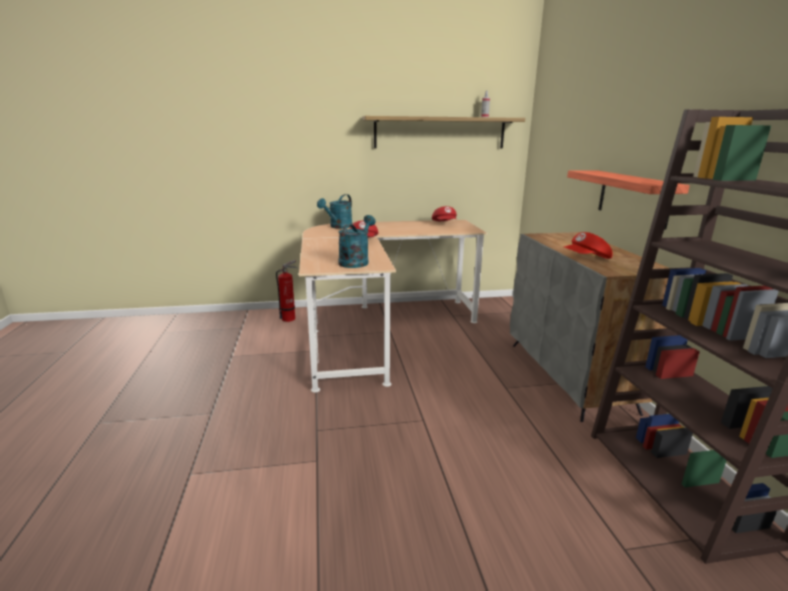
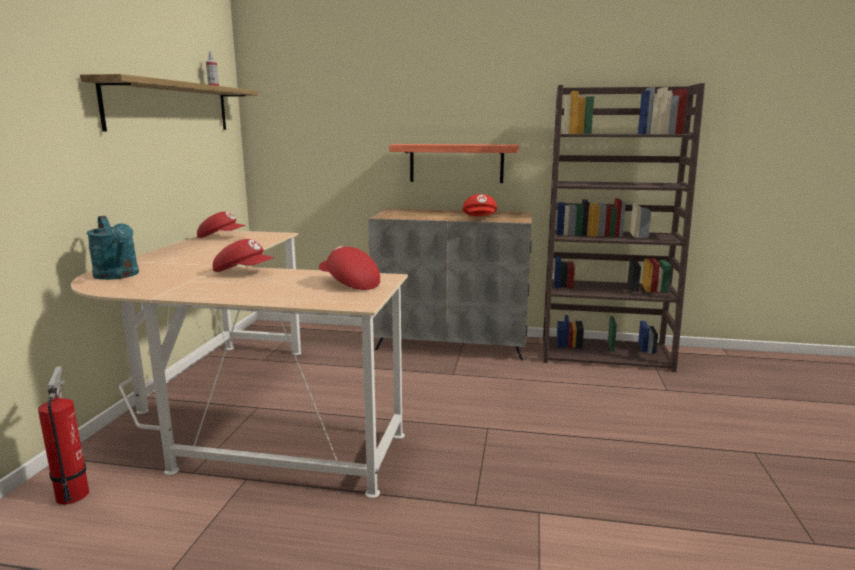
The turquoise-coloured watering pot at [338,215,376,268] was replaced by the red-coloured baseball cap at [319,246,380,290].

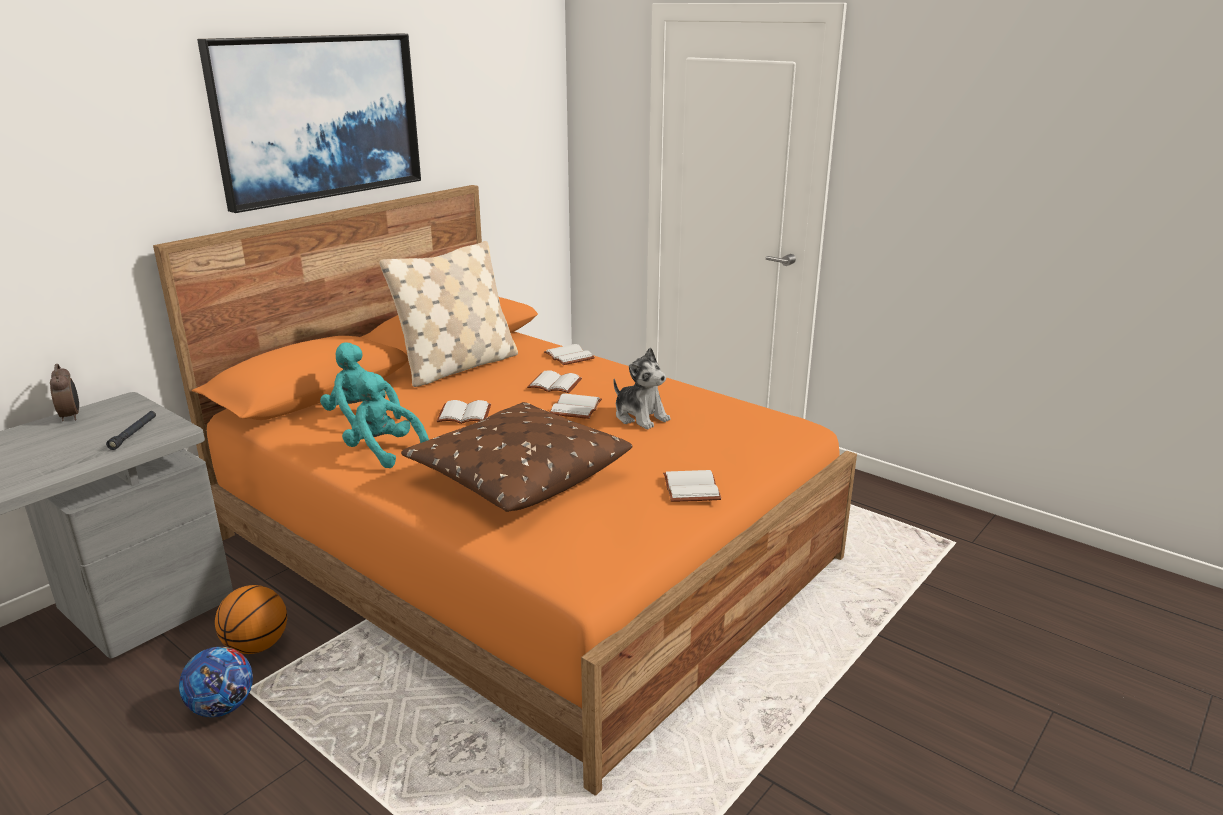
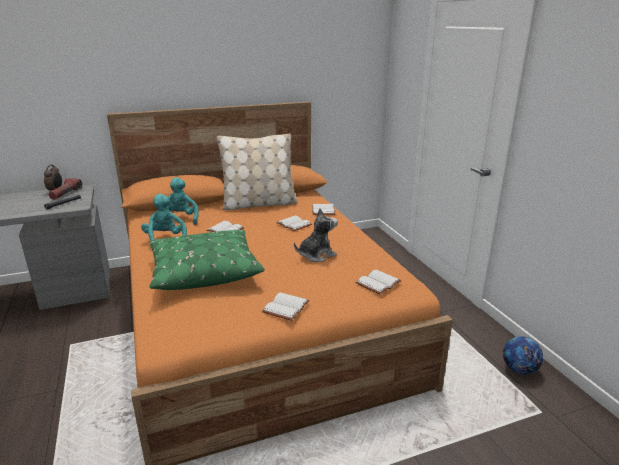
The flashlight at [48,178,83,200] appeared.
The brown throw pillow at [401,402,632,512] became the green throw pillow at [149,229,265,290].
The soft toy at [613,348,671,430] turned 105 degrees counterclockwise.
The white volume moved from [550,393,602,419] to [355,270,401,294].
The ball for football moved from [179,647,253,717] to [503,336,543,374].
The wall picture at [197,34,421,213] disappeared.
The basketball at [215,585,287,654] disappeared.

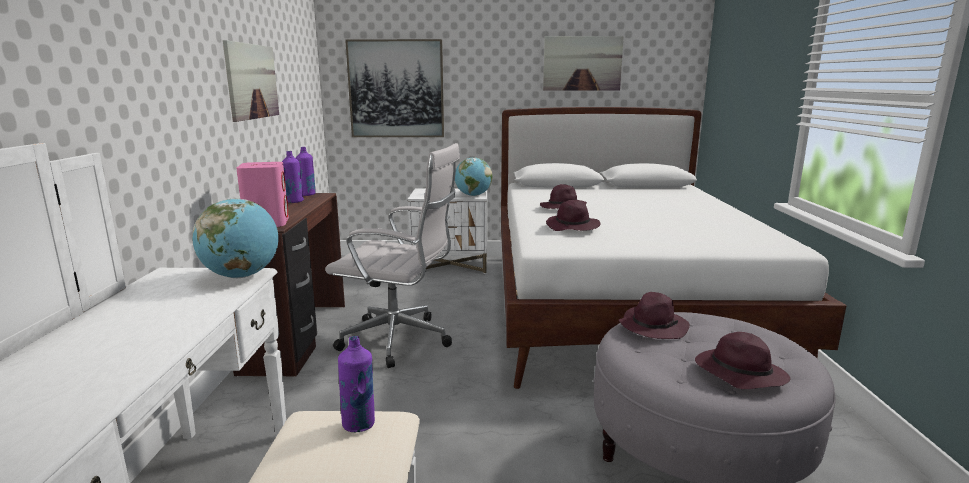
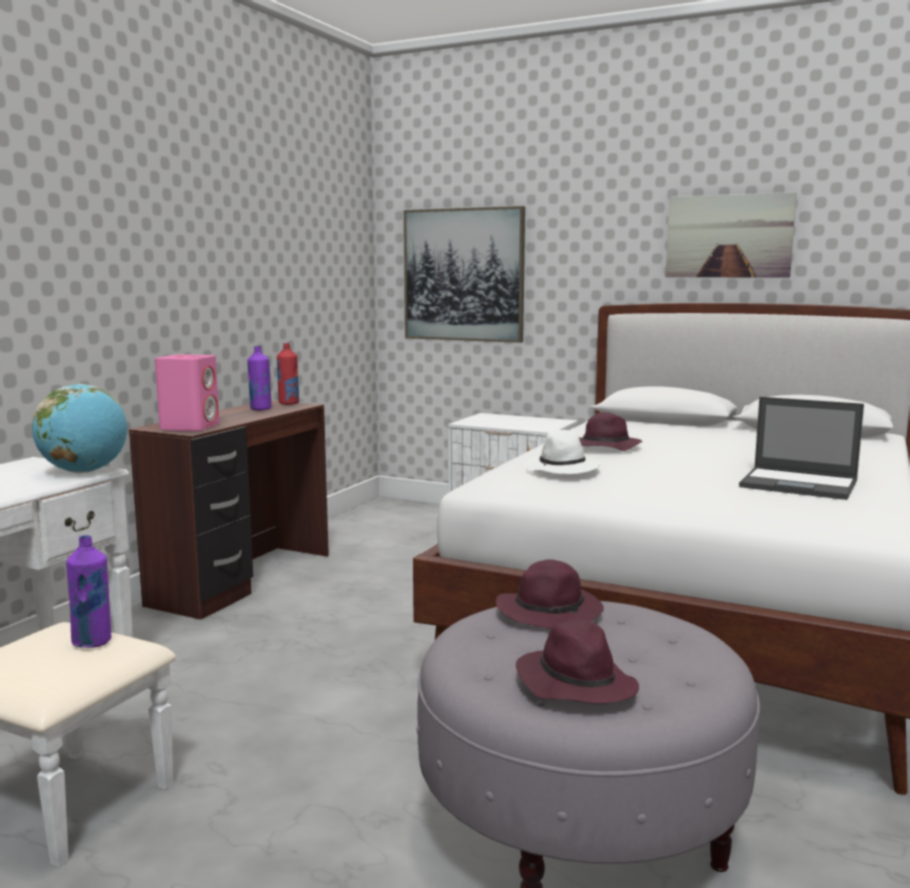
The purple beverage bottle at [296,147,316,196] became the red-coloured beverage bottle at [277,343,299,405].
The purple wearable hat at [546,200,601,231] became the white wearable hat at [526,430,602,474].
The portable computer at [739,397,864,500] appeared.
The wall picture at [223,40,279,122] disappeared.
The white office chair at [325,143,460,368] disappeared.
The world globe at [455,158,493,196] disappeared.

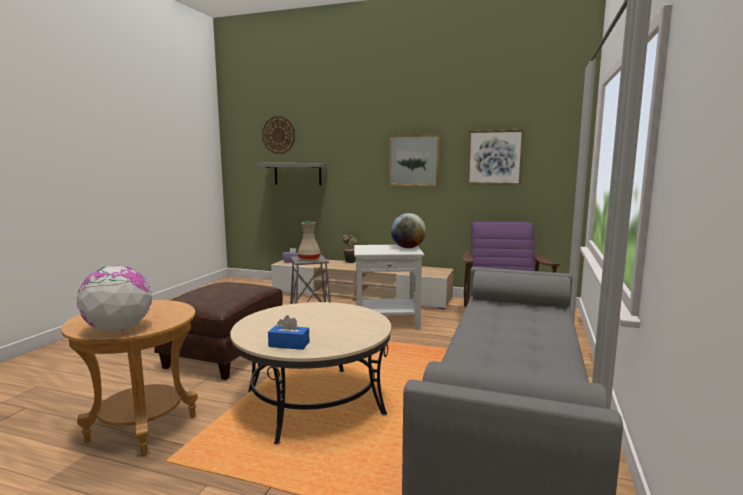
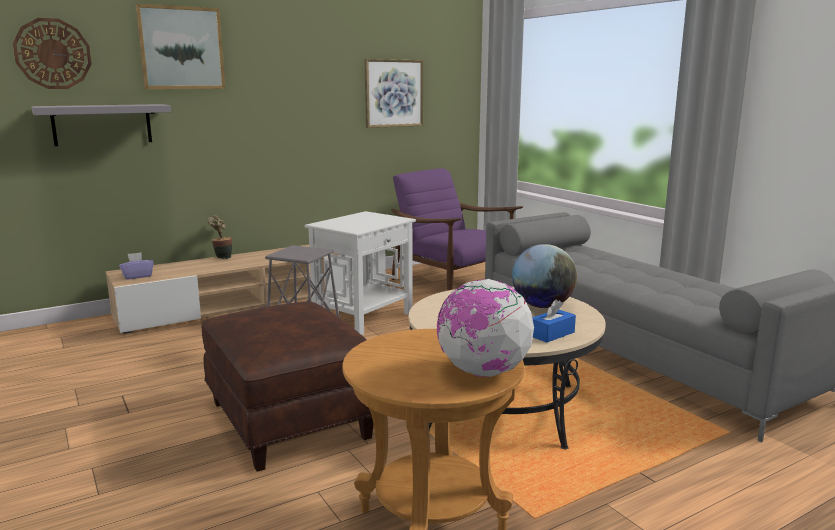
The wall picture moved from [389,134,440,187] to [135,4,225,89].
The world globe moved from [391,213,426,248] to [512,244,577,308].
The beige-coloured decorative vase at [298,222,321,261] disappeared.

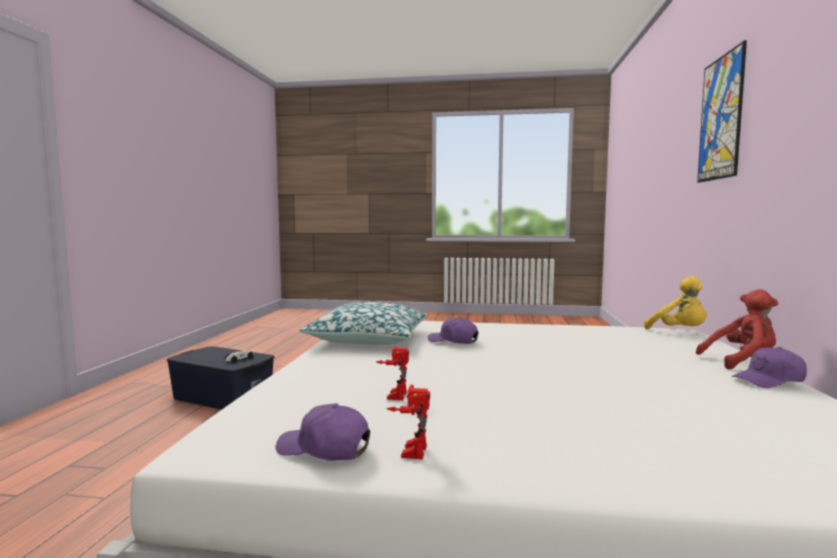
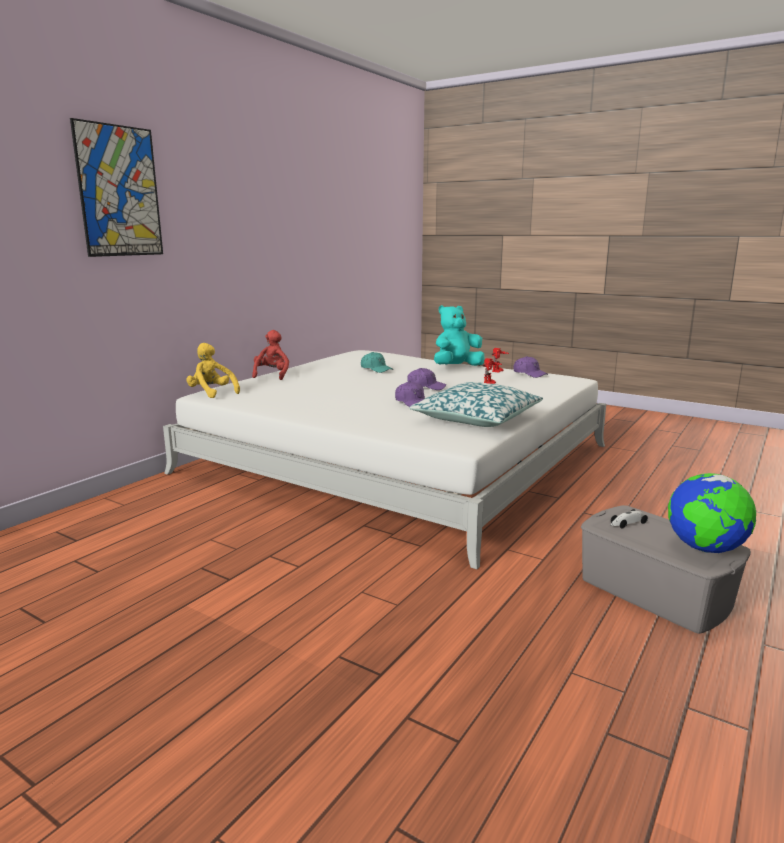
The yellow soft toy at [644,276,707,330] turned 45 degrees counterclockwise.
The red-coloured soft toy at [696,289,779,369] turned 75 degrees clockwise.
The turquoise-coloured baseball cap at [361,352,393,373] appeared.
The purple baseball cap moved from [731,347,807,388] to [407,368,446,390].
The turquoise-coloured soft toy at [434,305,484,366] appeared.
The bluish storage container at [166,346,275,410] became the gray storage container at [581,505,751,634].
The world globe at [668,473,756,553] appeared.

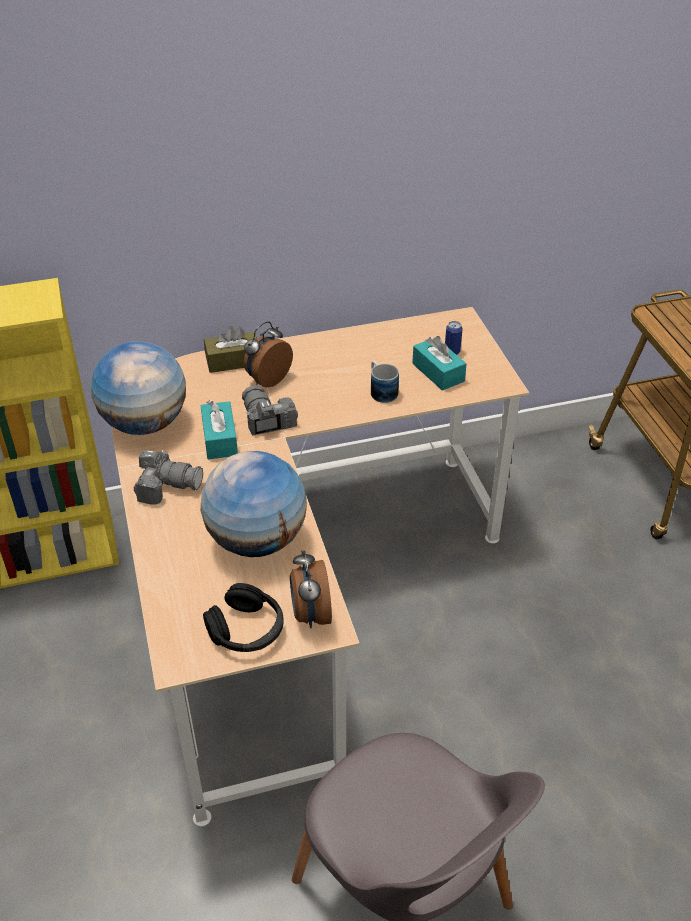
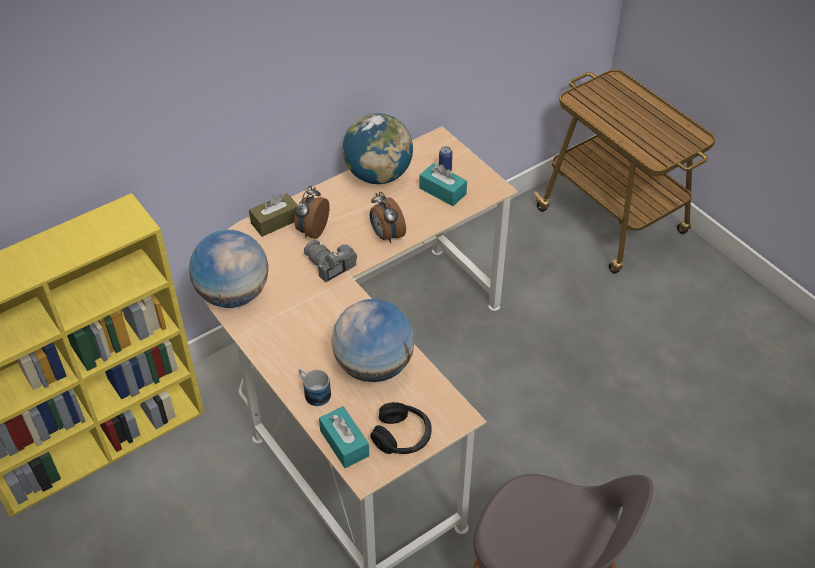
The mug moved from [371,361,399,403] to [299,368,331,406].
The turquoise-coloured tissue holder moved from [200,400,238,459] to [319,406,369,468].
The world globe at [343,113,413,184] appeared.
The table clock moved from [290,550,332,628] to [370,192,406,243].
The still camera at [134,450,203,504] disappeared.

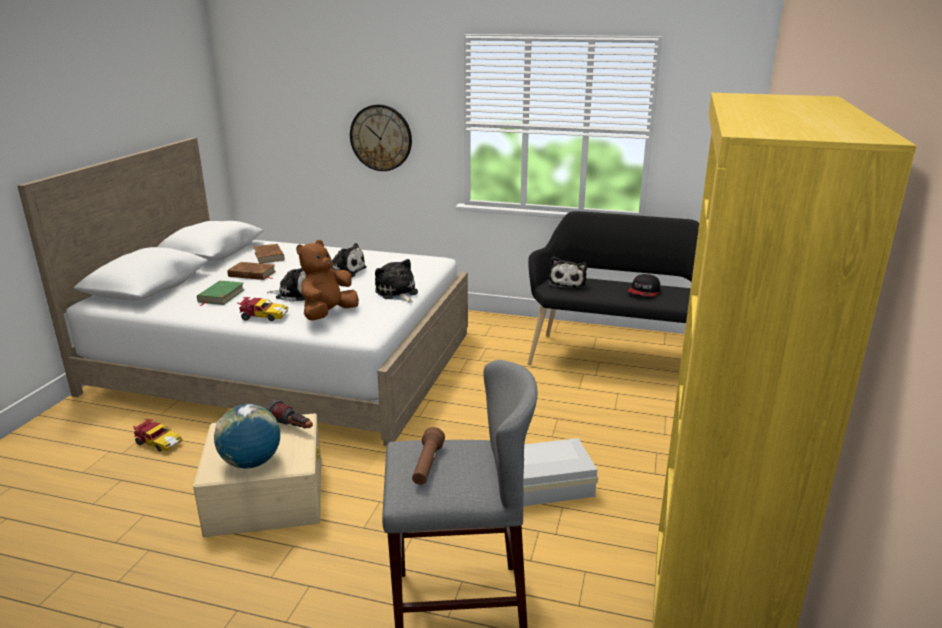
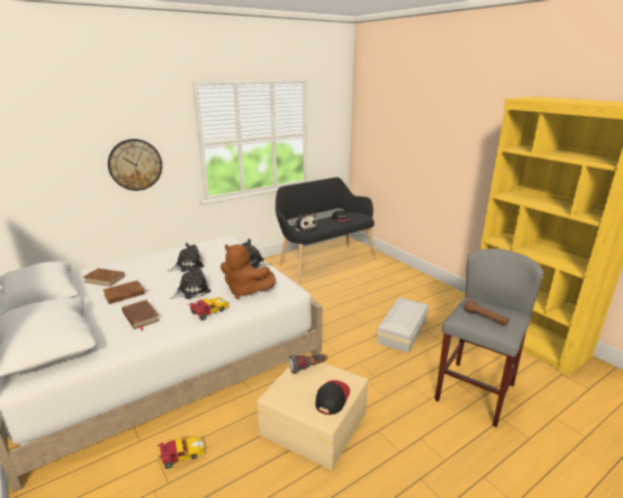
The green volume at [197,280,245,306] became the brown volume at [122,300,159,331].
The brown soft toy at [296,240,359,321] turned 45 degrees counterclockwise.
The world globe at [214,404,280,468] was replaced by the baseball cap at [315,380,350,415].

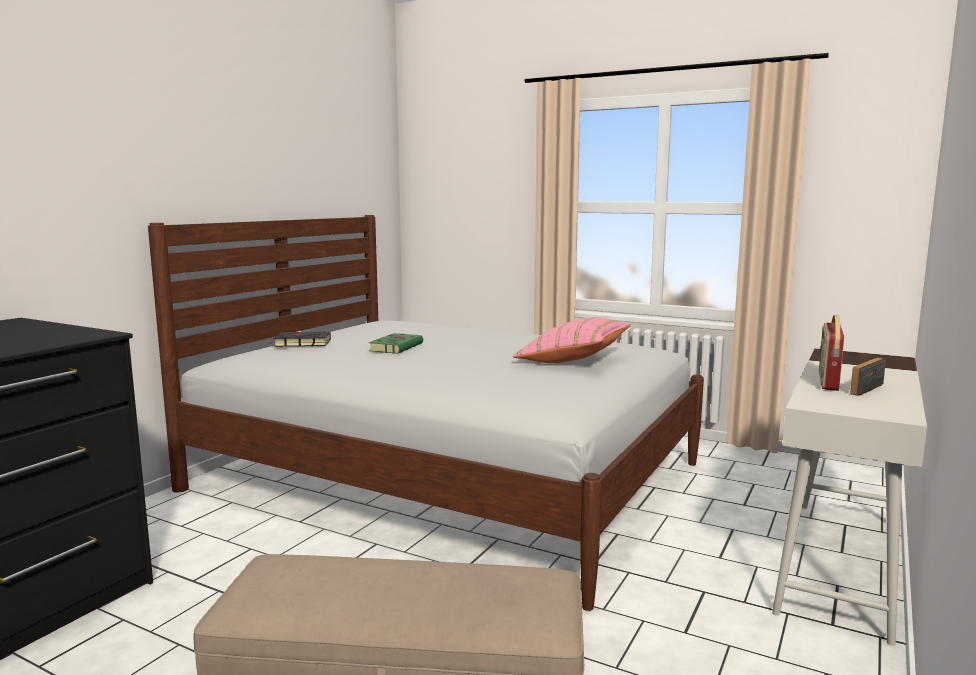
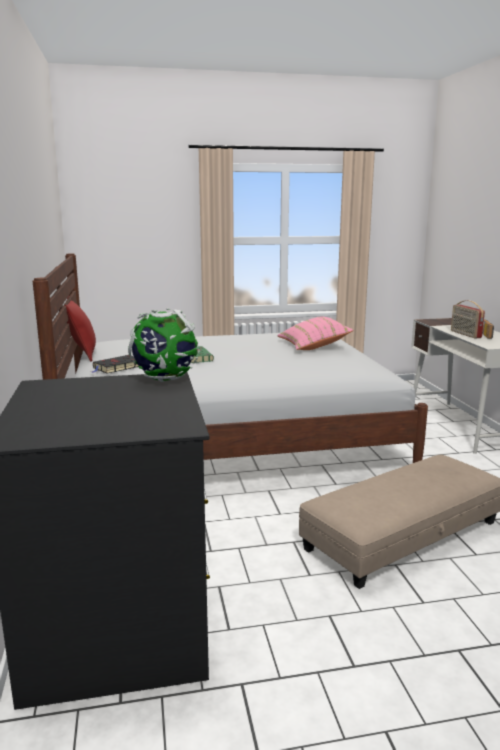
The red-coloured throw pillow at [65,296,96,362] appeared.
The world globe at [128,308,200,382] appeared.

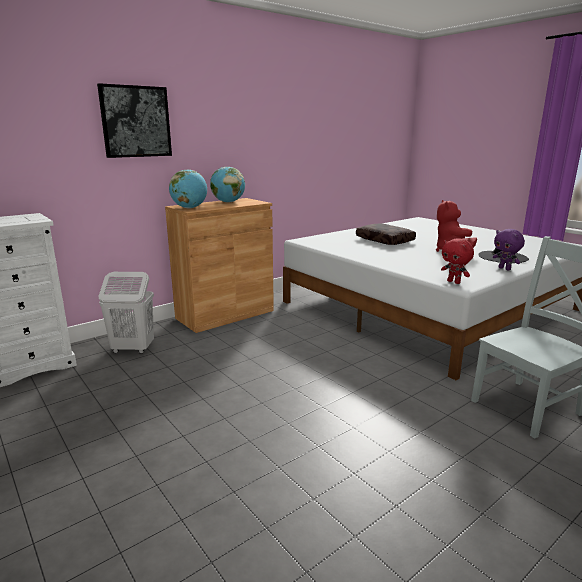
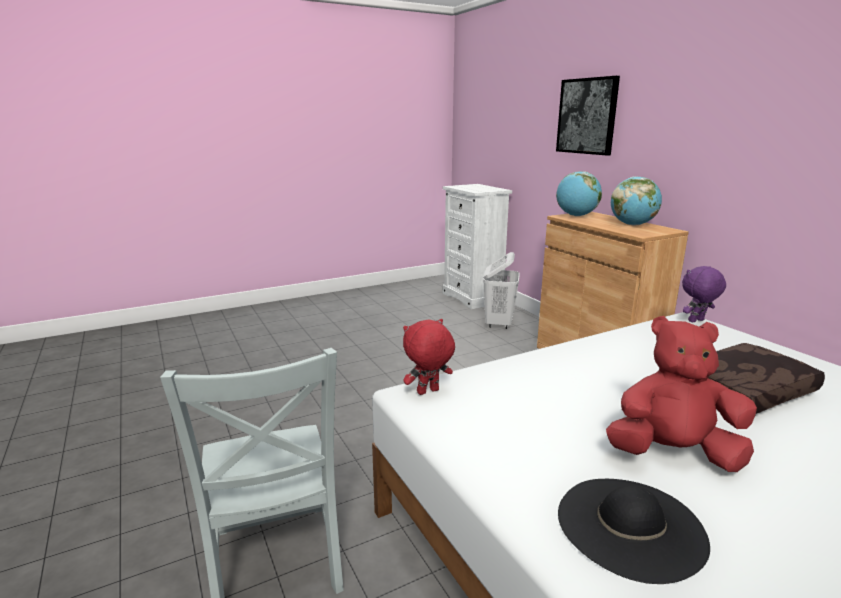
The purple soft toy moved from [493,229,525,270] to [682,266,726,323].

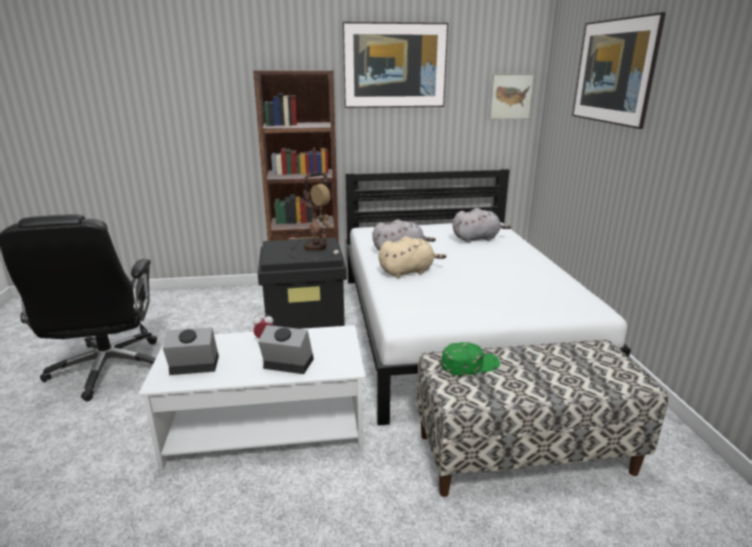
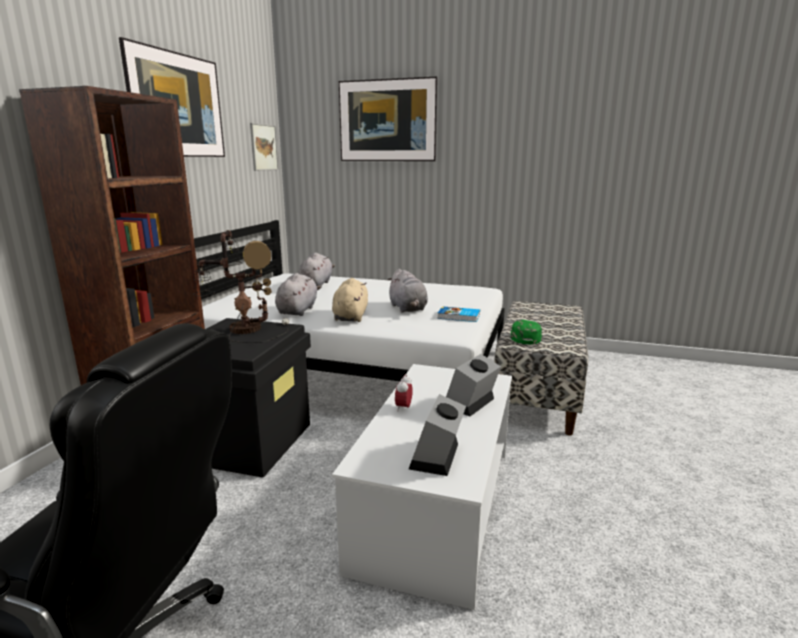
The gray soft toy at [387,269,428,312] appeared.
The volume at [437,306,480,322] appeared.

